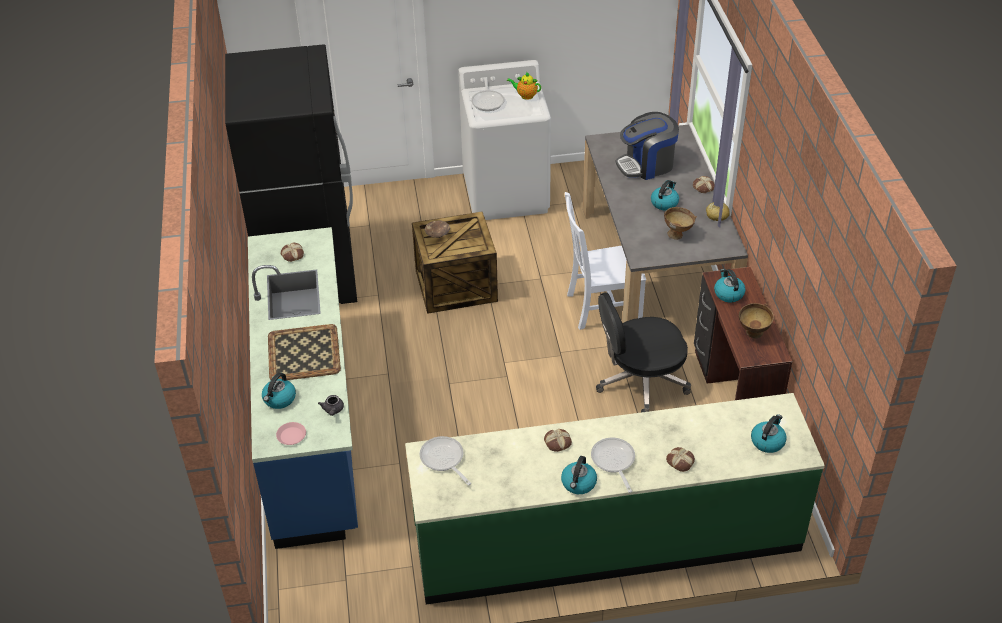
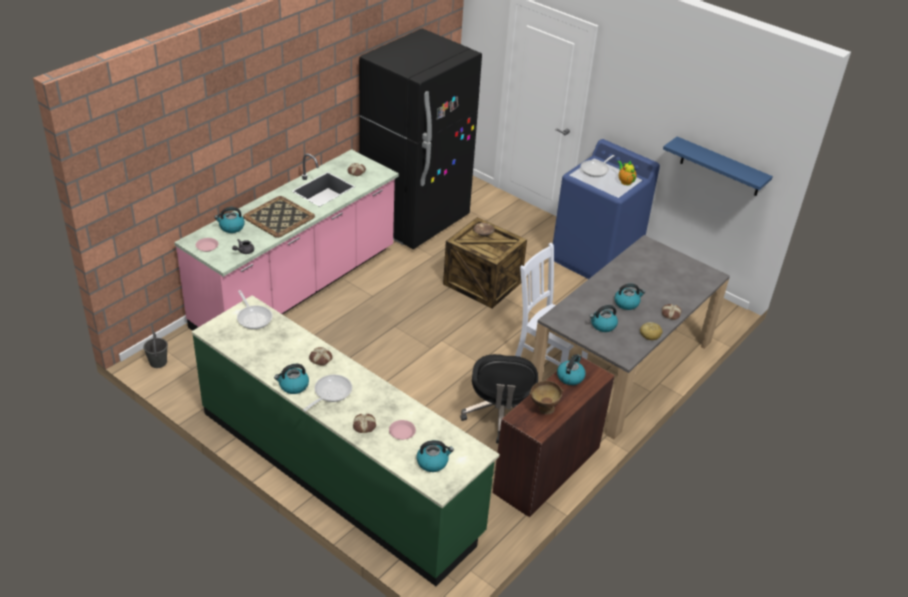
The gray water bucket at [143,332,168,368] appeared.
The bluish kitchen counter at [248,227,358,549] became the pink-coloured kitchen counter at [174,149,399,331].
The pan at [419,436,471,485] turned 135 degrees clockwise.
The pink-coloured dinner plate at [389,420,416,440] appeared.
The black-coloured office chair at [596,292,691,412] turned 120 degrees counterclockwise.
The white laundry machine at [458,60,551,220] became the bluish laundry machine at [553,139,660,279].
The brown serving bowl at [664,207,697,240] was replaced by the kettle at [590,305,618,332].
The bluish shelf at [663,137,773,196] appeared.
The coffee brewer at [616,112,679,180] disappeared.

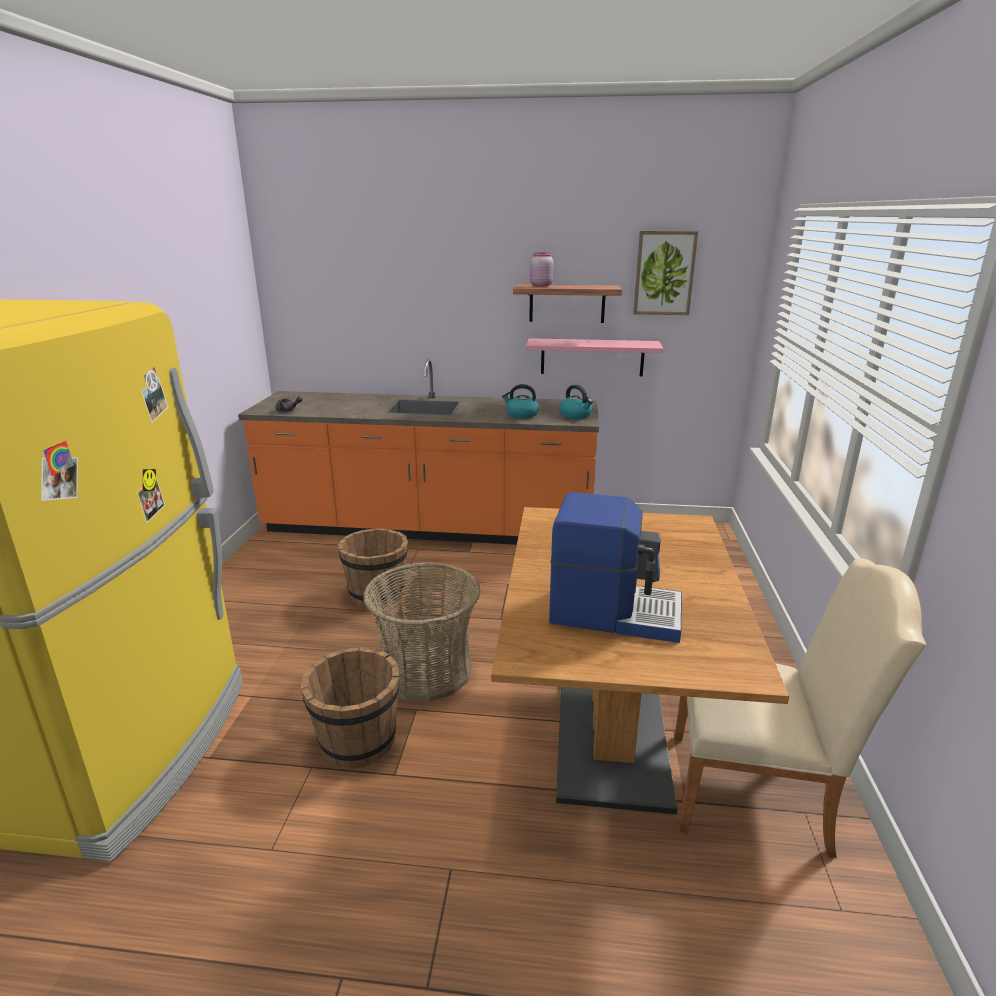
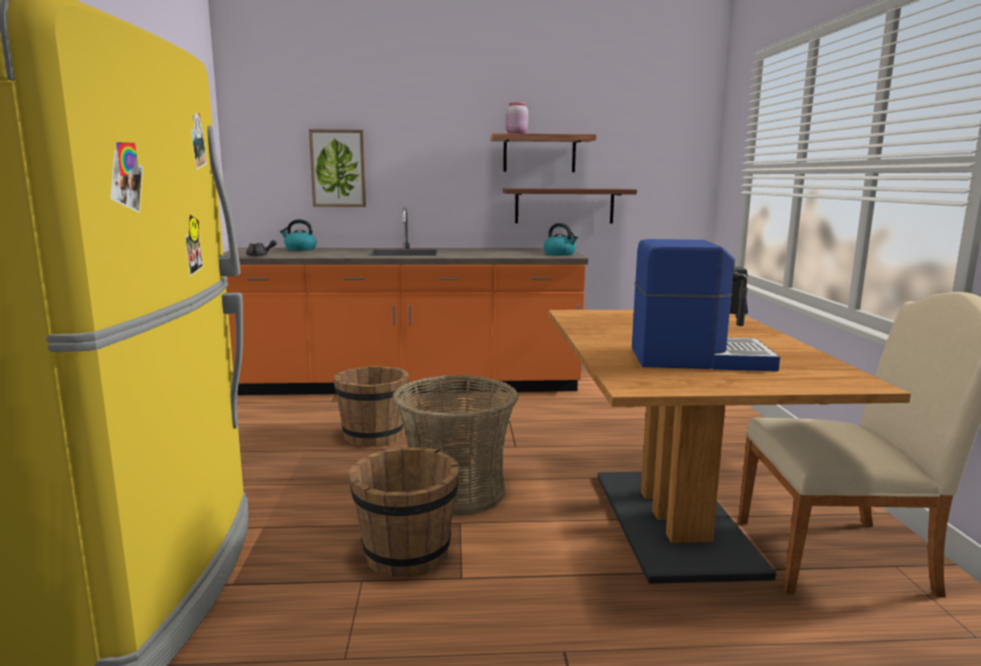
The kettle moved from [502,384,539,419] to [280,219,317,251].
The wall picture moved from [633,231,698,315] to [309,129,366,207].
The pink-coloured shelf at [526,338,664,376] became the brown shelf at [503,188,637,223].

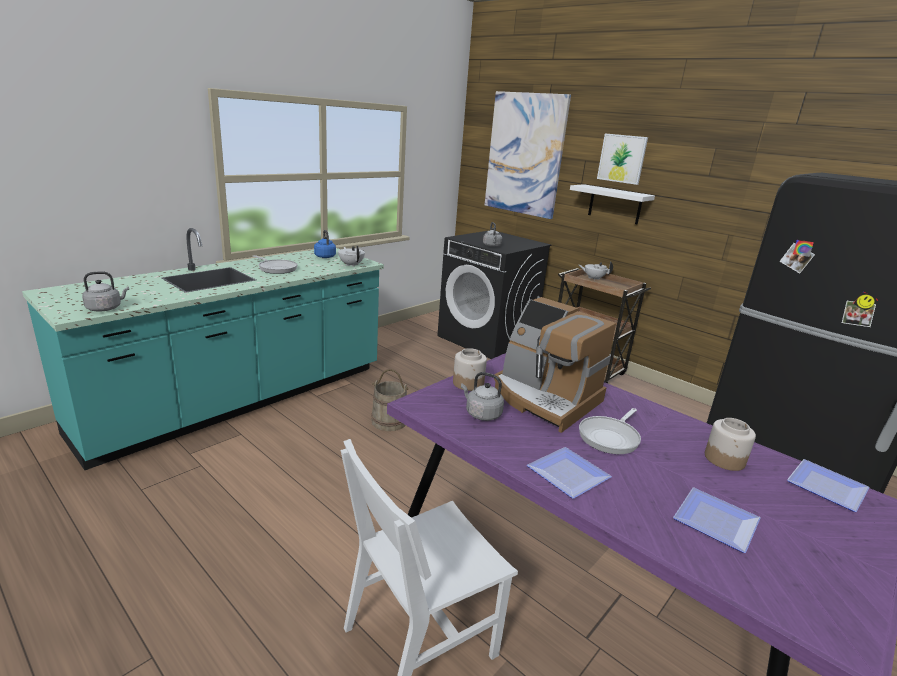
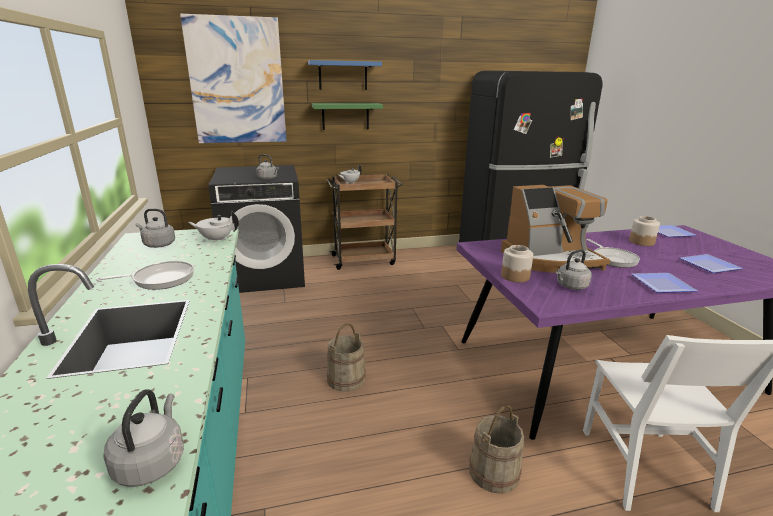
The bluish kettle at [314,230,336,258] became the gray kettle at [136,209,175,248].
The wall picture at [597,134,648,185] was replaced by the bluish shelf at [308,60,382,90].
The white shelf at [570,184,655,225] became the green shelf at [312,103,383,130].
The beige-coloured water bucket at [469,405,524,494] appeared.

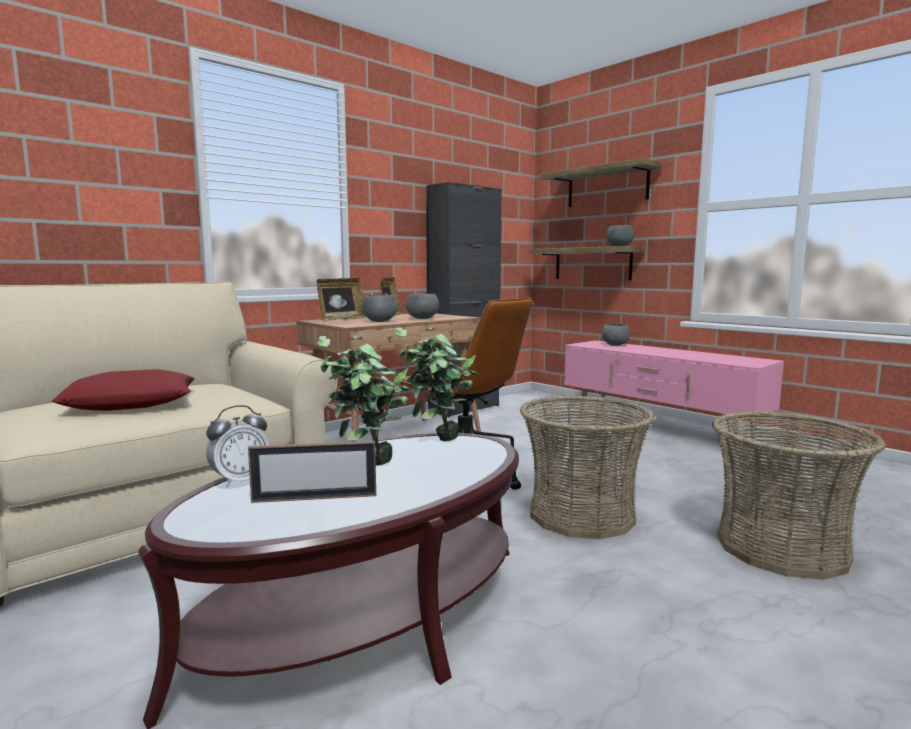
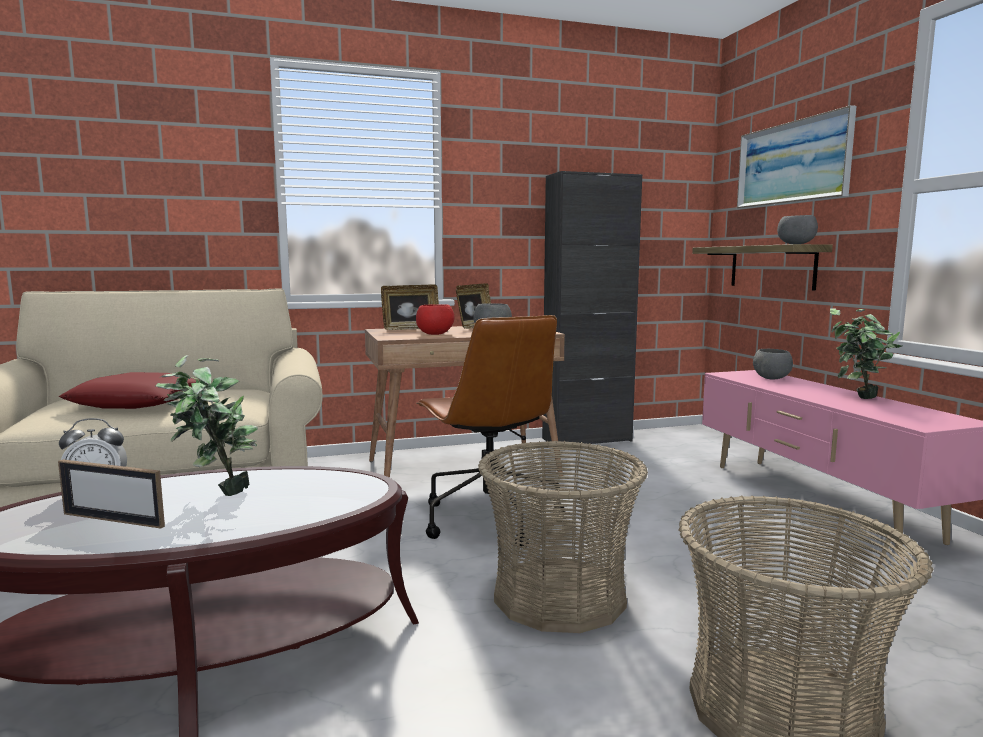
The gray serving bowl at [363,295,397,322] became the red-coloured serving bowl at [416,305,454,335].
The shelf at [541,158,662,207] was replaced by the wall picture at [737,105,857,209].
The potted plant moved from [395,327,480,441] to [830,308,902,399].

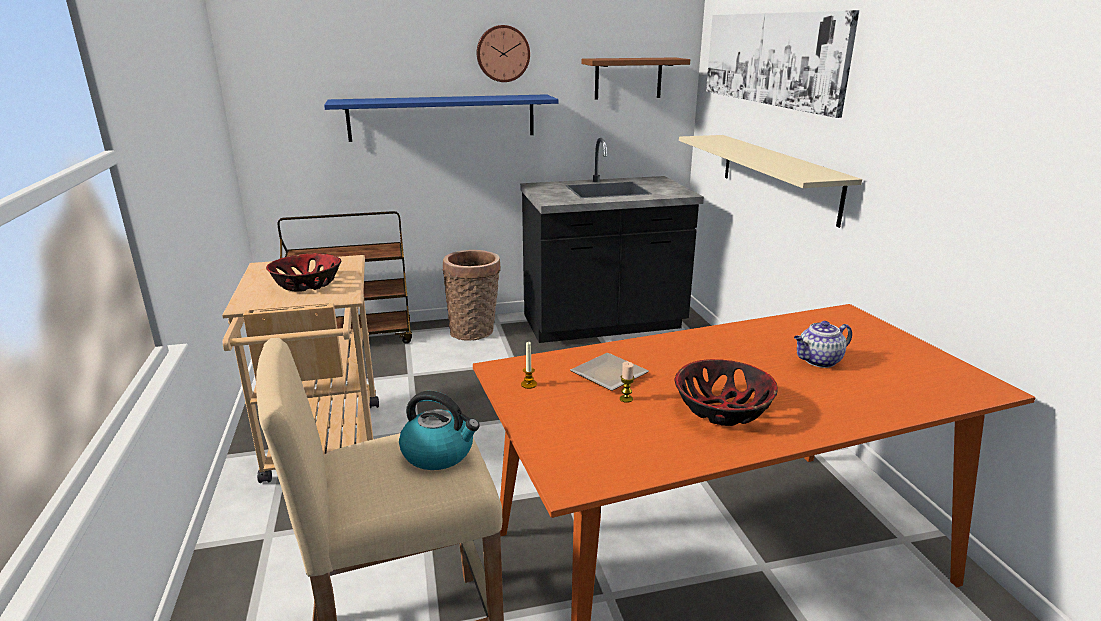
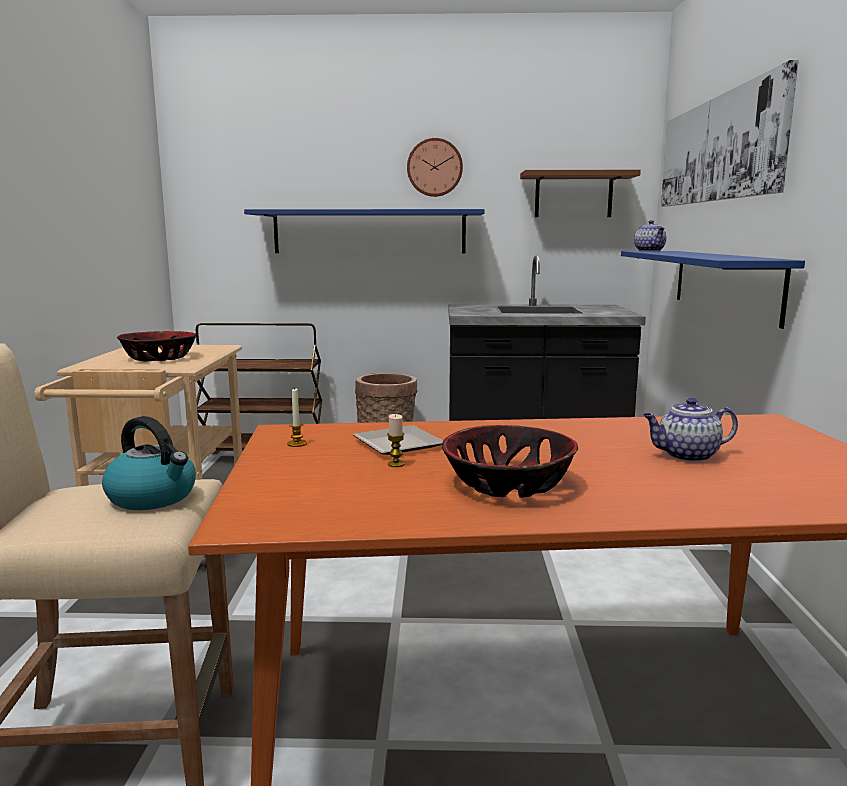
The beige-coloured shelf at [679,135,862,228] became the bluish shelf at [621,251,805,329].
The teapot at [634,220,666,251] appeared.

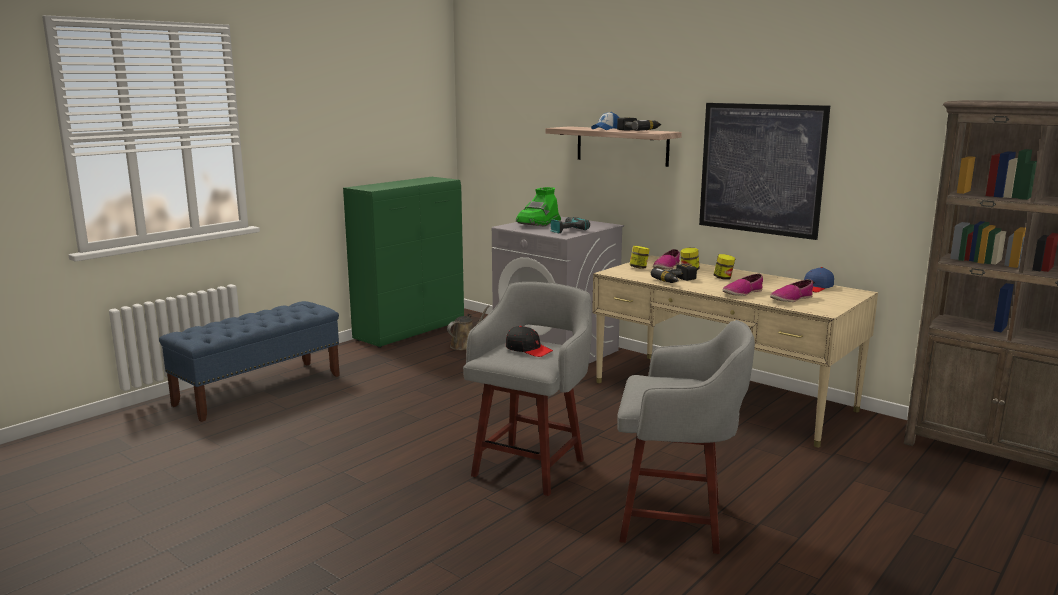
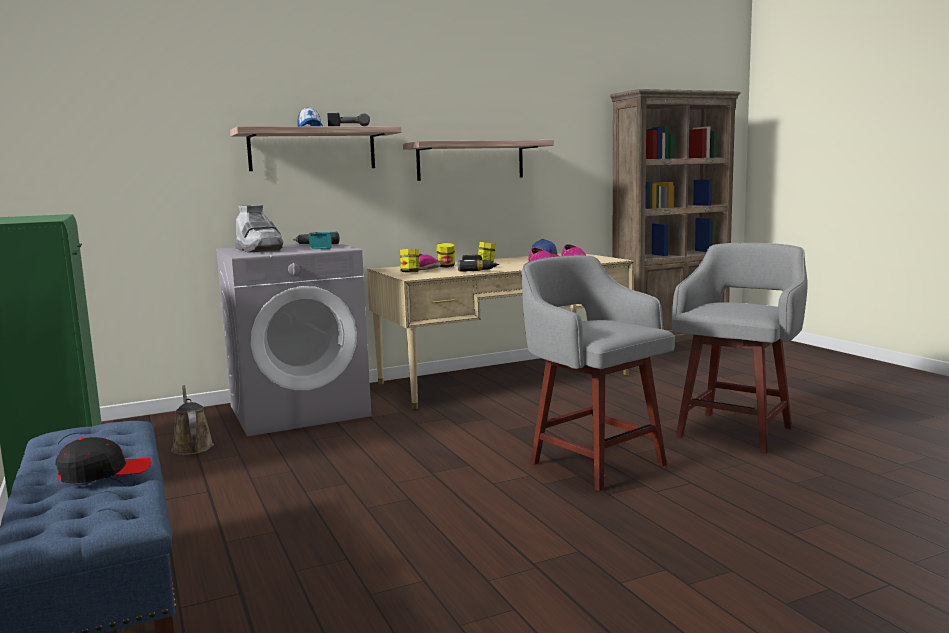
The black-coloured baseball cap moved from [506,326,553,357] to [56,437,151,483].
The green boot at [516,187,561,227] became the gray boot at [235,205,283,253].
The wall picture at [699,103,830,240] was replaced by the shelf at [403,140,554,181].

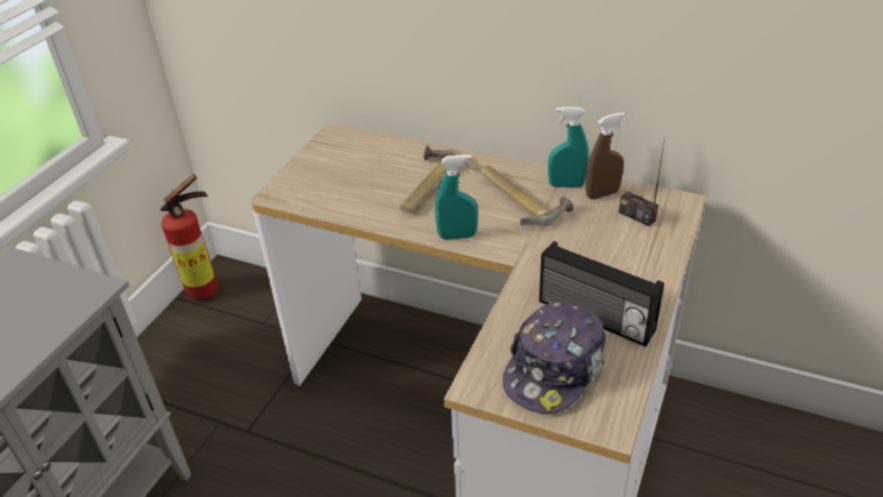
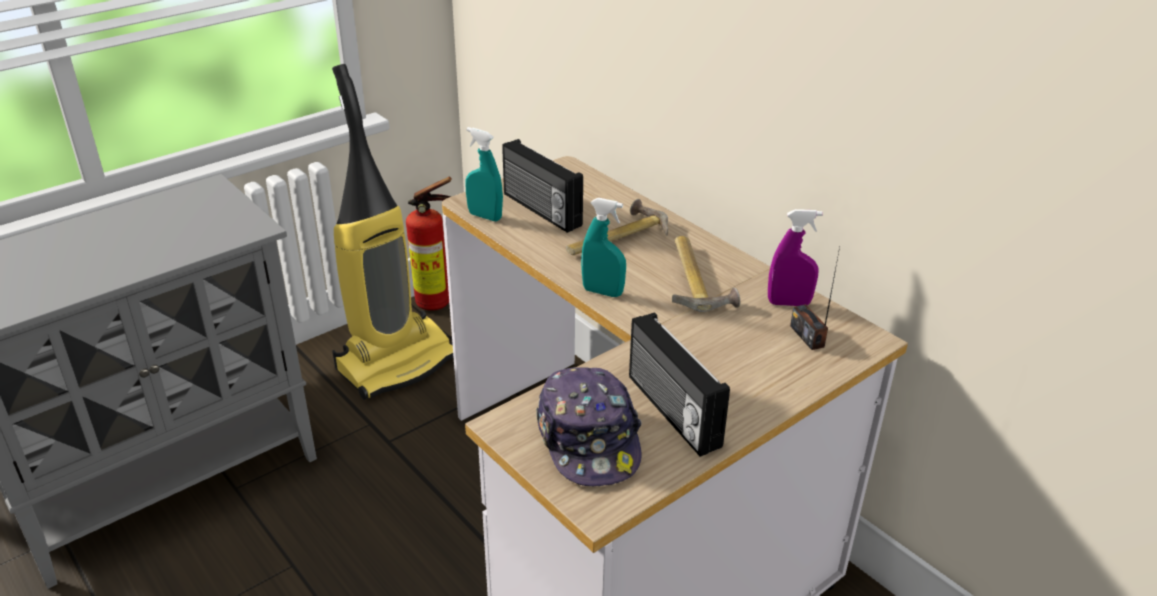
The vacuum at [332,64,454,400] appeared.
The turquoise-coloured sprayer moved from [548,107,589,187] to [465,127,503,221].
The radio set at [502,139,583,233] appeared.
The baseball cap at [503,301,606,414] turned 75 degrees counterclockwise.
The brown sprayer at [586,112,625,199] became the purple sprayer at [768,209,823,306].

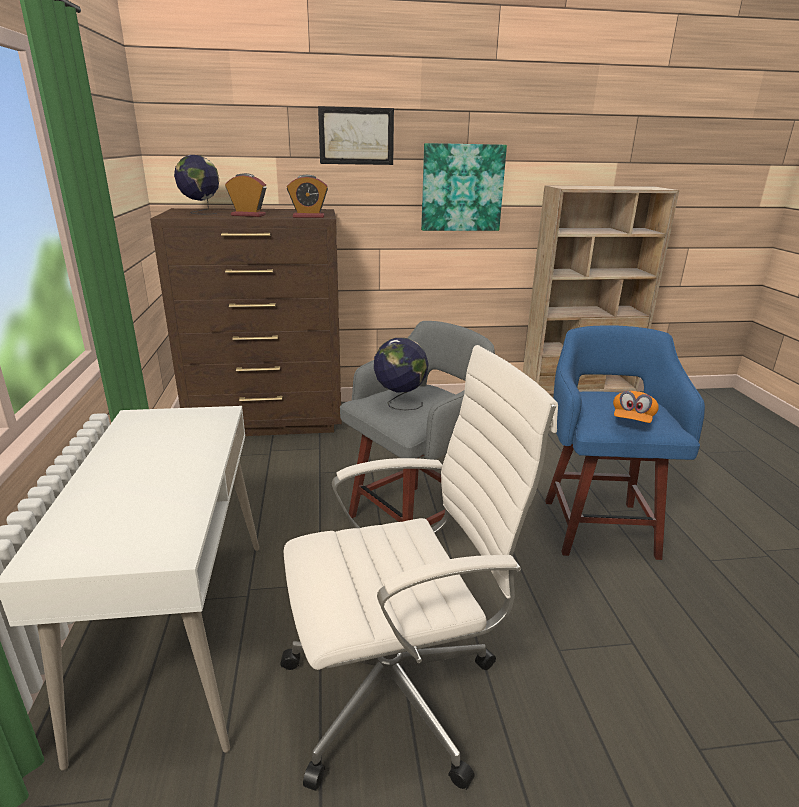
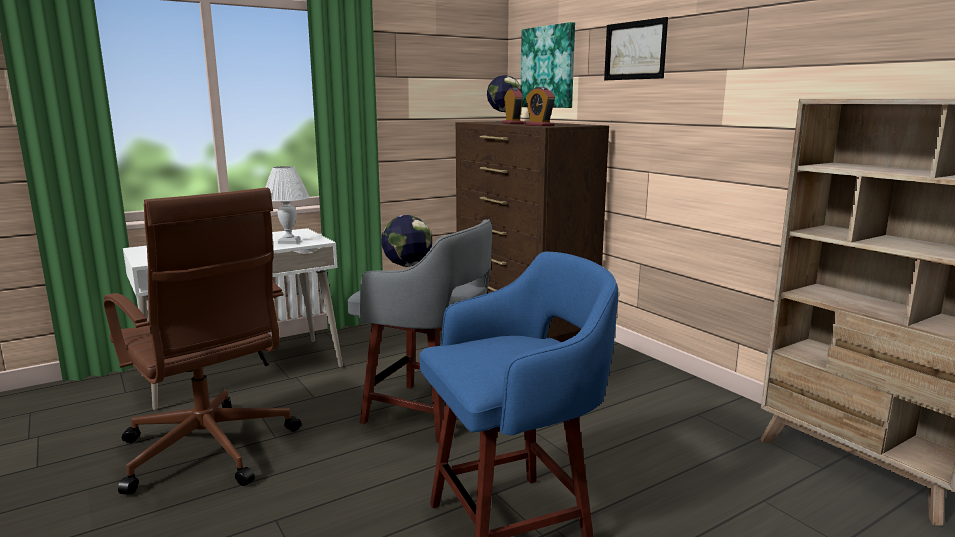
The white office chair at [280,345,558,791] became the brown office chair at [104,188,302,495].
The white lamp for a table at [265,166,309,244] appeared.
The wall picture moved from [421,143,507,231] to [521,22,575,108].
The orange baseball cap at [613,391,659,423] disappeared.

